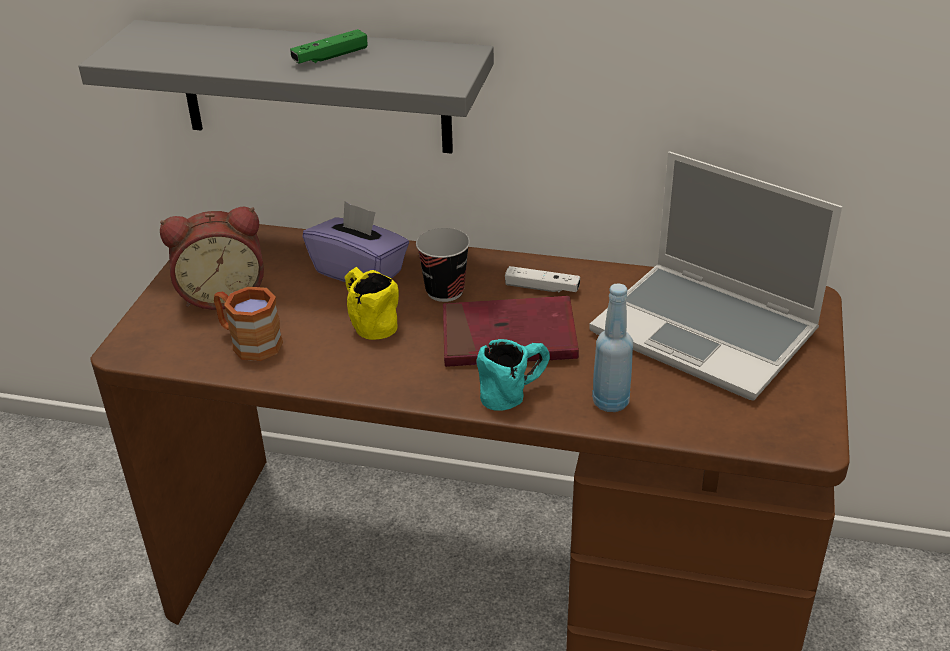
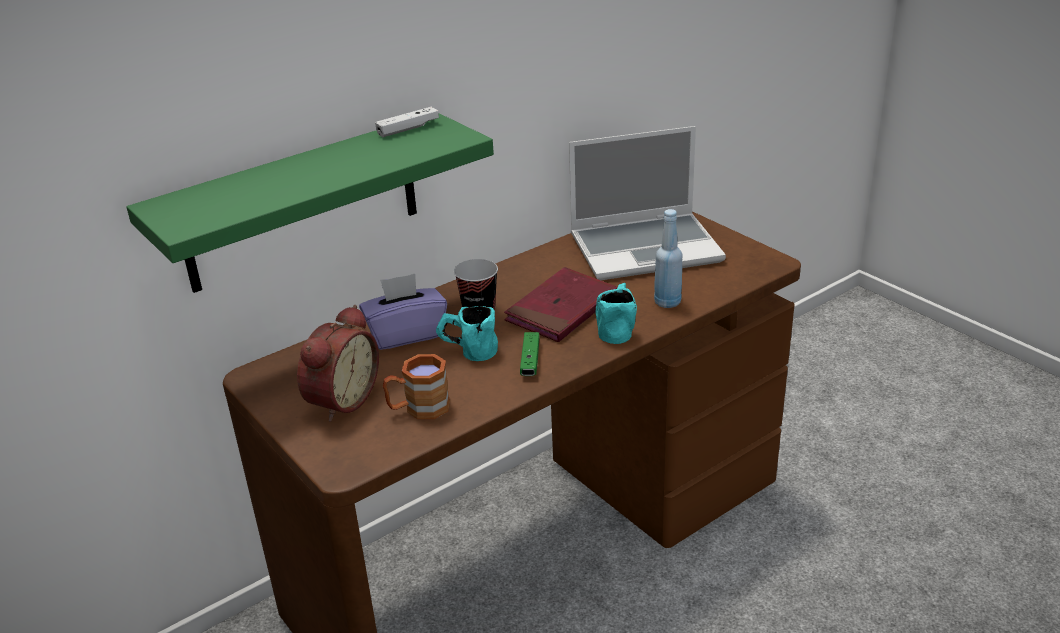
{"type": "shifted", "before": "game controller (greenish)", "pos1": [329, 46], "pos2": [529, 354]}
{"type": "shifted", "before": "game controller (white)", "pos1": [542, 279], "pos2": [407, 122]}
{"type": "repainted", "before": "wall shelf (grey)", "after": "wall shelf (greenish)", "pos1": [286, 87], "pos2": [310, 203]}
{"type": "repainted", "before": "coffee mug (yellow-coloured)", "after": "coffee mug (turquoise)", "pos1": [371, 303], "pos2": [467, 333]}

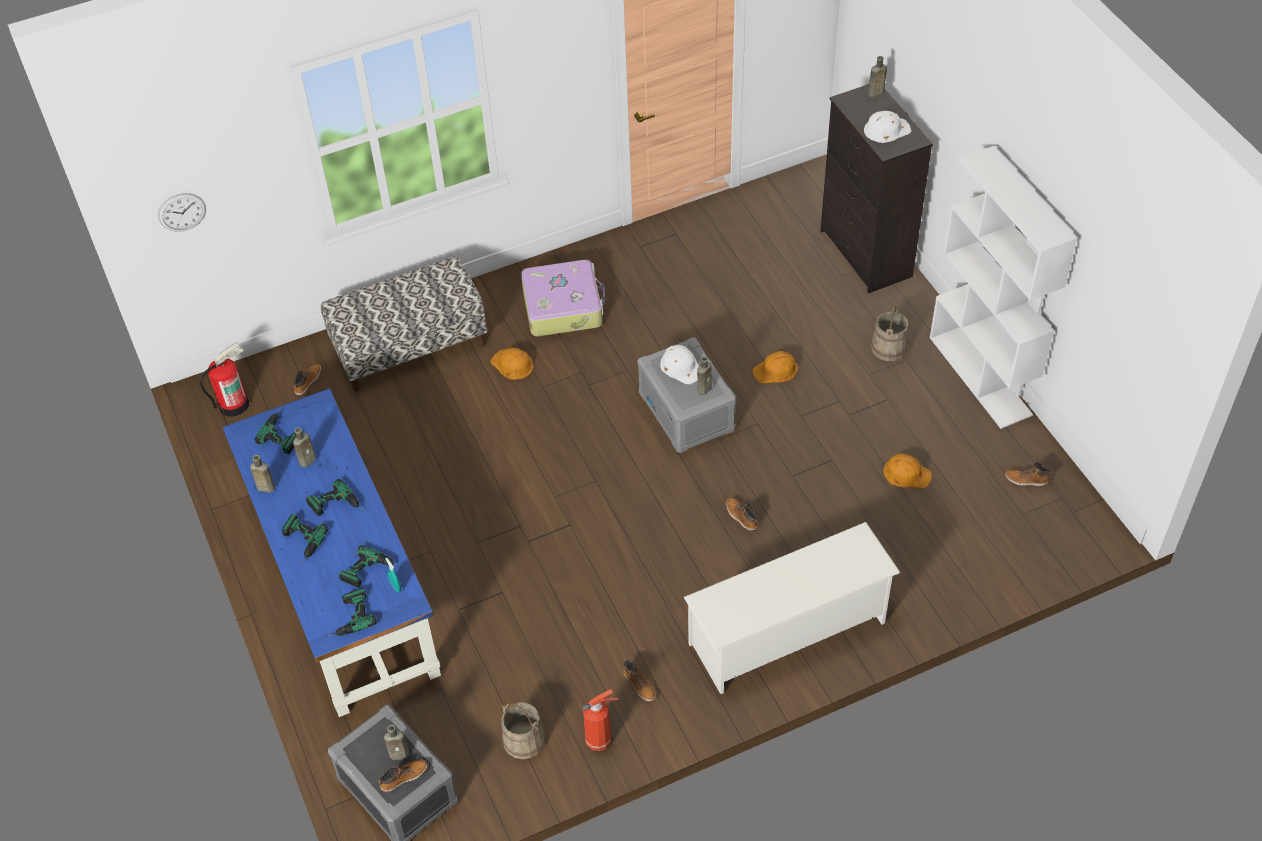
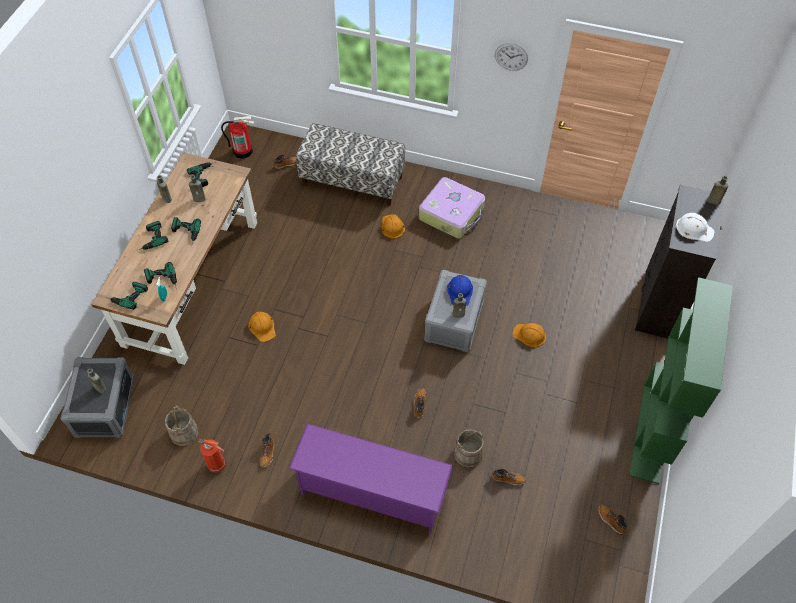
{"type": "shifted", "before": "hanging clock", "pos1": [182, 212], "pos2": [511, 57]}
{"type": "shifted", "before": "boot", "pos1": [402, 776], "pos2": [509, 477]}
{"type": "shifted", "before": "bucket (beige-coloured)", "pos1": [890, 333], "pos2": [469, 448]}
{"type": "shifted", "before": "safety helmet (orangey)", "pos1": [907, 470], "pos2": [262, 327]}
{"type": "repainted", "before": "desk (blue)", "after": "desk (brown-coloured)", "pos1": [332, 552], "pos2": [174, 259]}
{"type": "repainted", "before": "safety helmet (white)", "after": "safety helmet (blue)", "pos1": [679, 364], "pos2": [460, 290]}
{"type": "repainted", "before": "shoe shelf (white)", "after": "shoe shelf (purple-coloured)", "pos1": [792, 608], "pos2": [371, 479]}
{"type": "repainted", "before": "bookcase (white)", "after": "bookcase (greenish)", "pos1": [1003, 287], "pos2": [681, 380]}

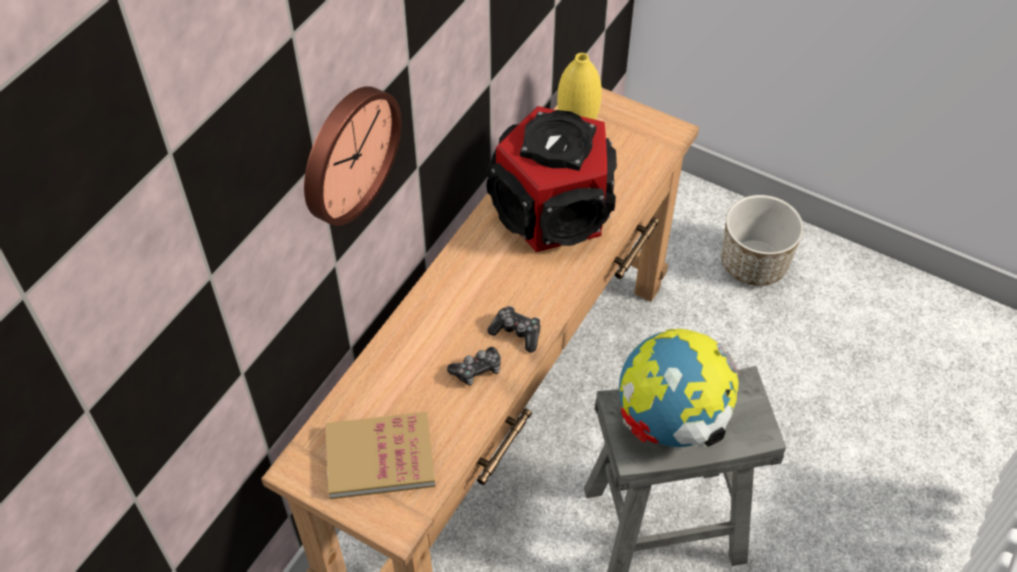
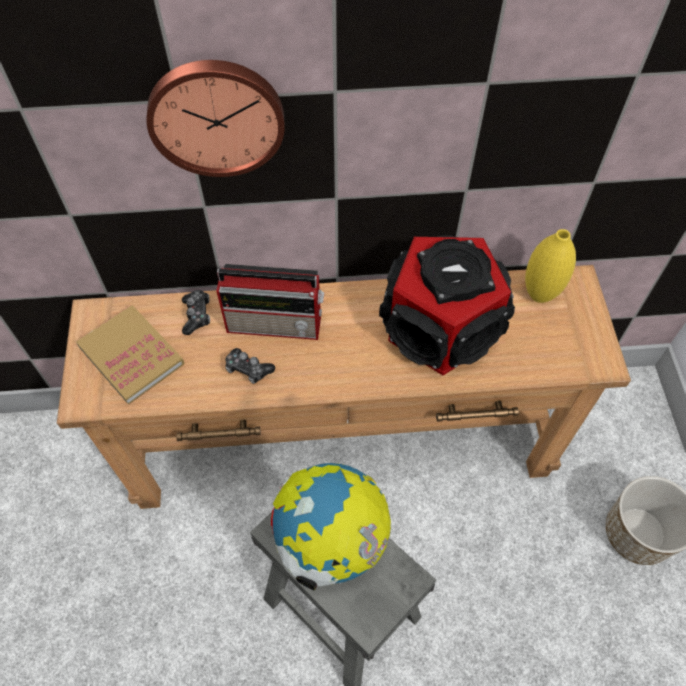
{"type": "new", "after": "radio receiver", "pos2": [270, 302]}
{"type": "shifted", "before": "game controller", "pos1": [514, 329], "pos2": [196, 312]}

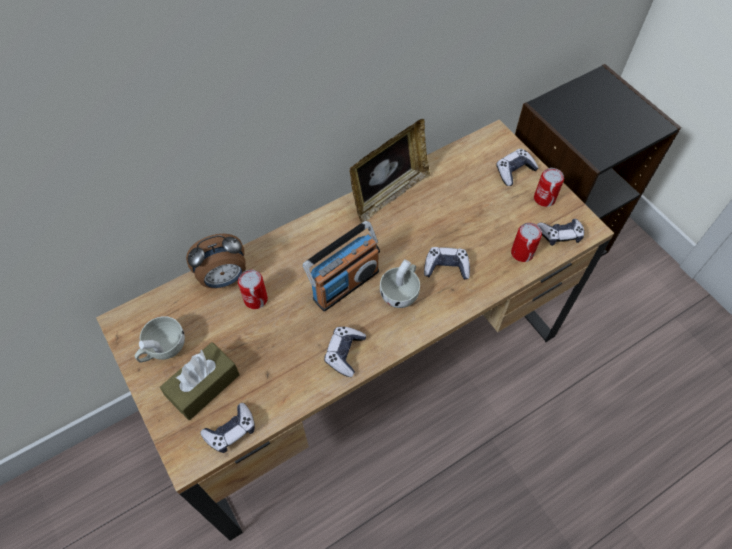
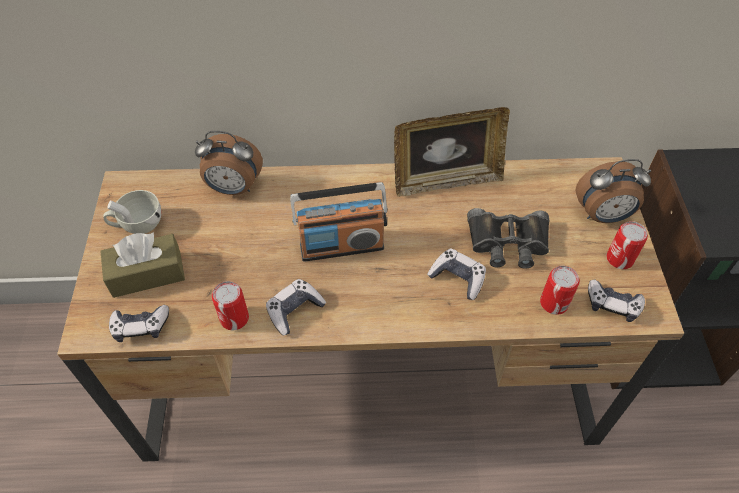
{"type": "gone", "before": "drinking cup (white)", "pos1": [400, 283]}
{"type": "new", "after": "field glasses (black-coloured)", "pos2": [508, 238]}
{"type": "shifted", "before": "metal can", "pos1": [253, 289], "pos2": [230, 305]}
{"type": "swapped", "before": "game controller", "after": "bedside clock", "pos1": [517, 167], "pos2": [613, 191]}

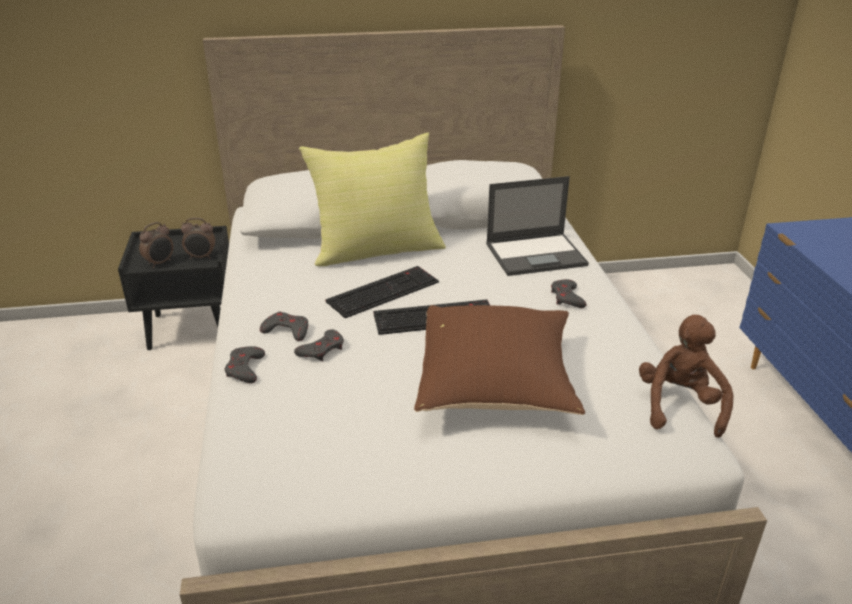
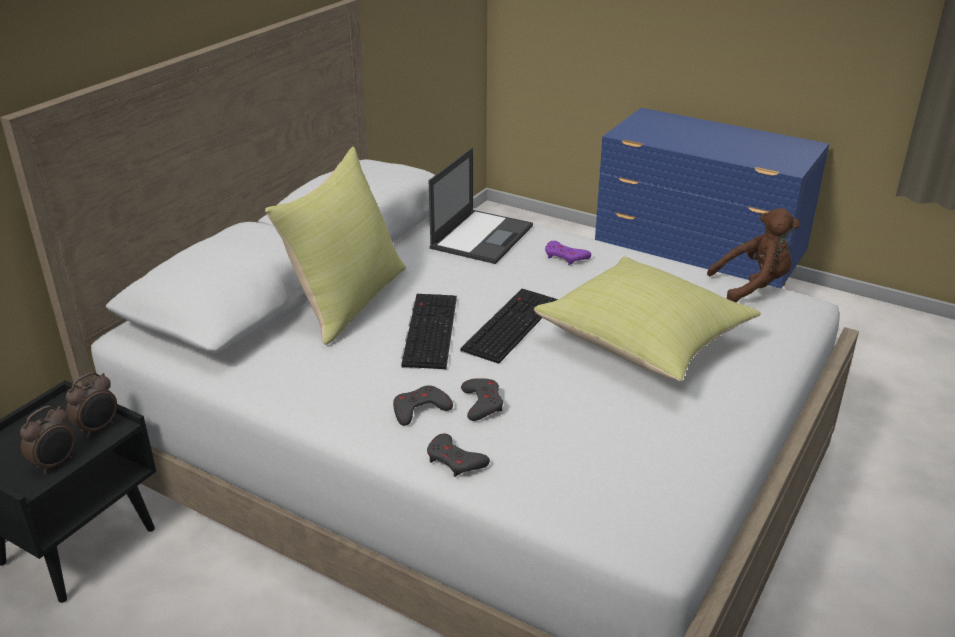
{"type": "repainted", "before": "cushion (brown-coloured)", "after": "cushion (yellow-coloured)", "pos1": [499, 360], "pos2": [647, 319]}
{"type": "repainted", "before": "game controller (grey)", "after": "game controller (purple-coloured)", "pos1": [569, 293], "pos2": [568, 253]}
{"type": "rotated", "before": "bedside clock", "pos1": [156, 245], "pos2": [47, 439], "turn": 45}
{"type": "rotated", "before": "soft toy (brown-coloured)", "pos1": [686, 376], "pos2": [753, 255], "turn": 120}

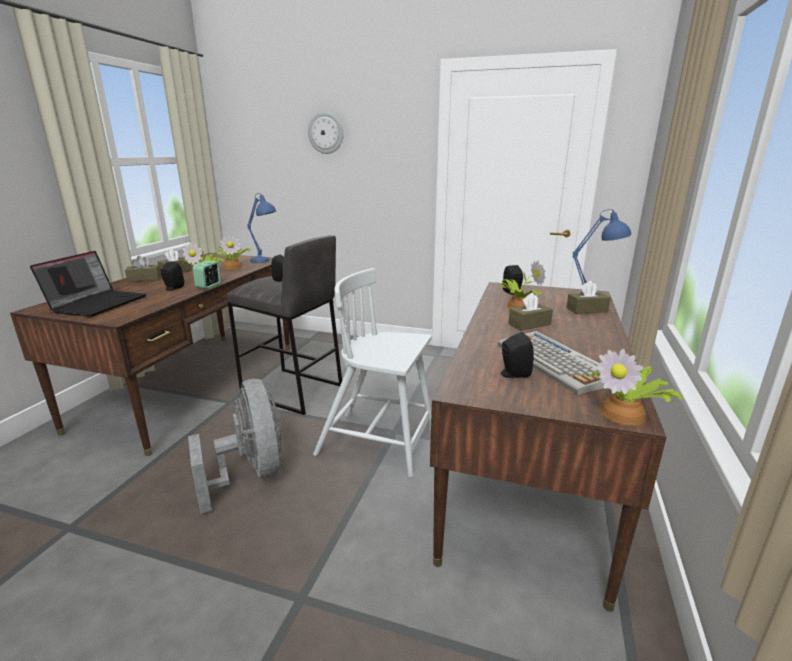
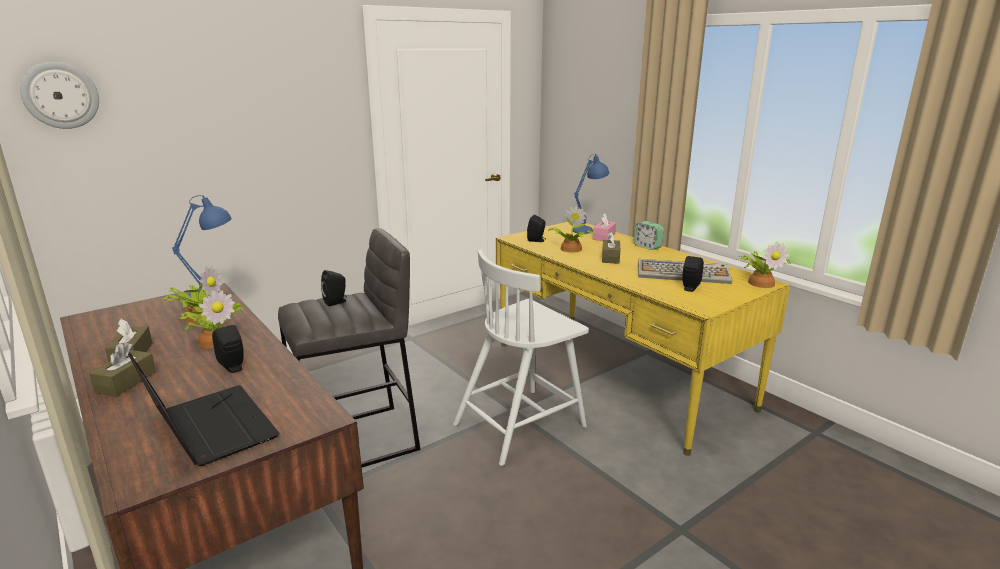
{"type": "gone", "before": "electric fan (grey)", "pos1": [235, 446]}
{"type": "shifted", "before": "bedside clock", "pos1": [207, 275], "pos2": [649, 235]}
{"type": "shifted", "before": "hanging clock", "pos1": [326, 133], "pos2": [59, 95]}
{"type": "repainted", "before": "desk (brown-coloured)", "after": "desk (yellow-coloured)", "pos1": [548, 447], "pos2": [643, 339]}
{"type": "repainted", "before": "tissue box (brown-coloured)", "after": "tissue box (pink)", "pos1": [588, 297], "pos2": [604, 227]}

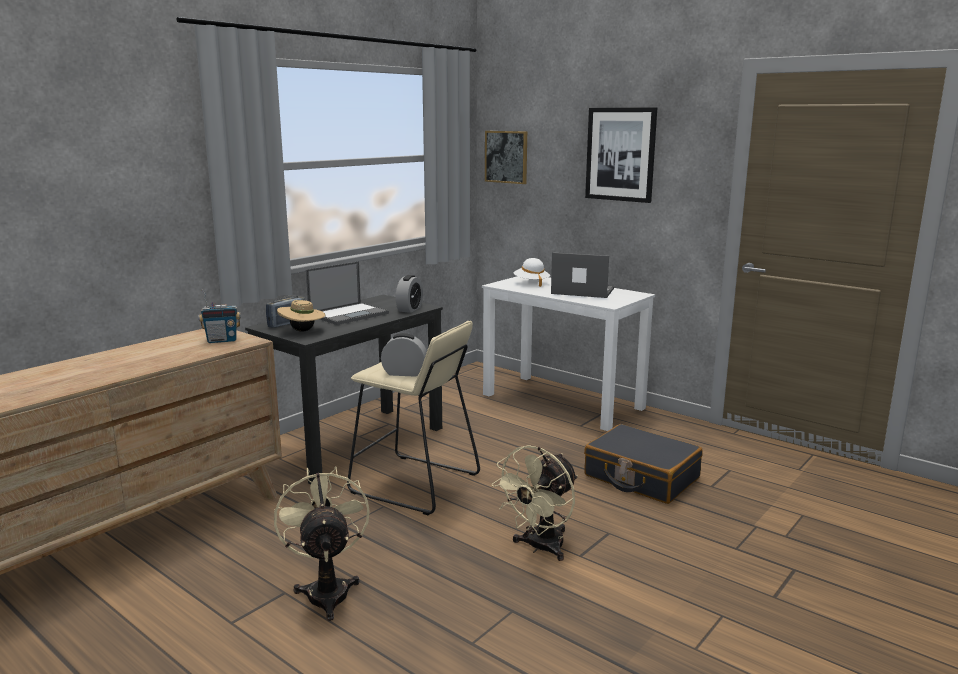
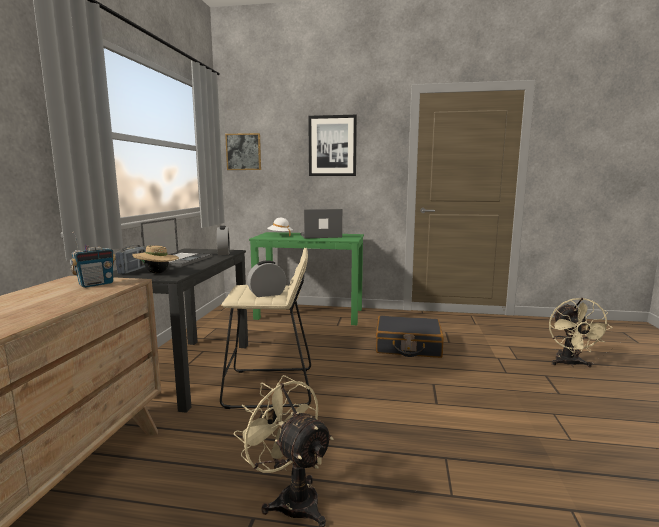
{"type": "shifted", "before": "electric fan (beige-coloured)", "pos1": [534, 503], "pos2": [581, 332]}
{"type": "repainted", "before": "desk (white)", "after": "desk (greenish)", "pos1": [568, 353], "pos2": [306, 278]}

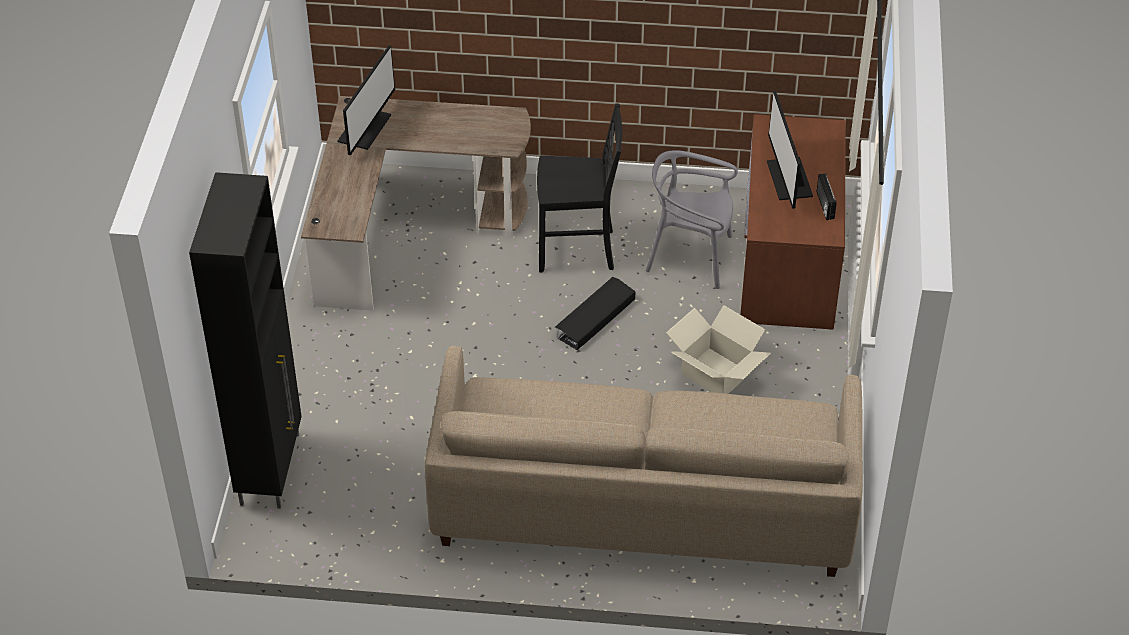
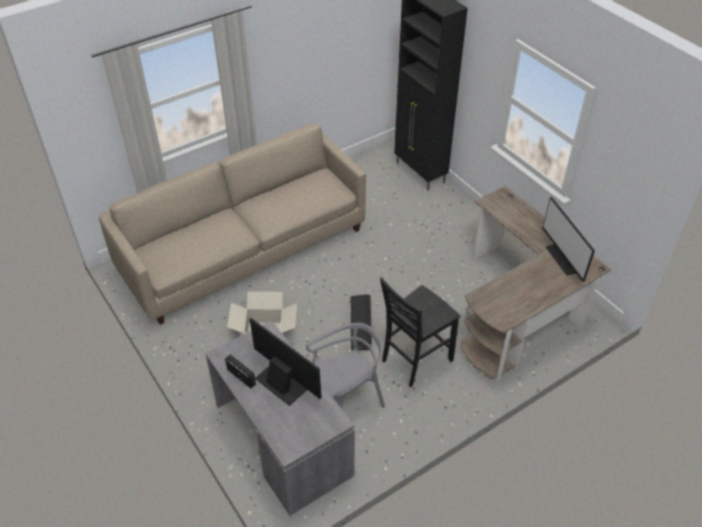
{"type": "repainted", "before": "desk (brown-coloured)", "after": "desk (grey)", "pos1": [793, 222], "pos2": [280, 418]}

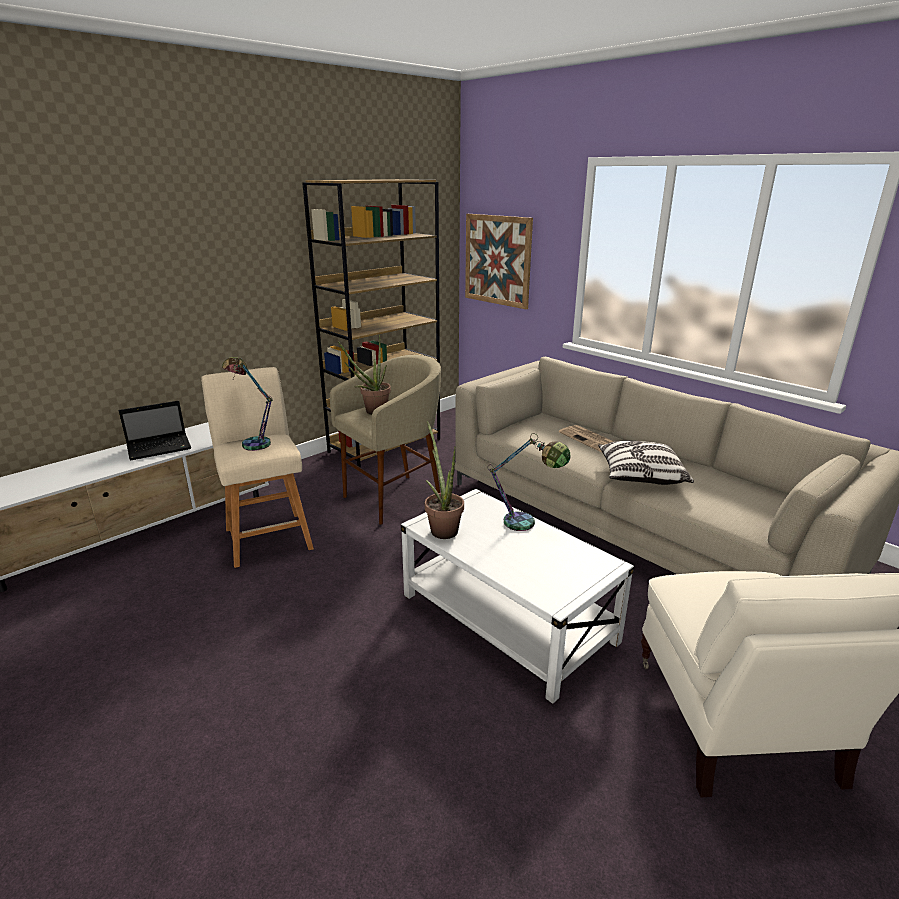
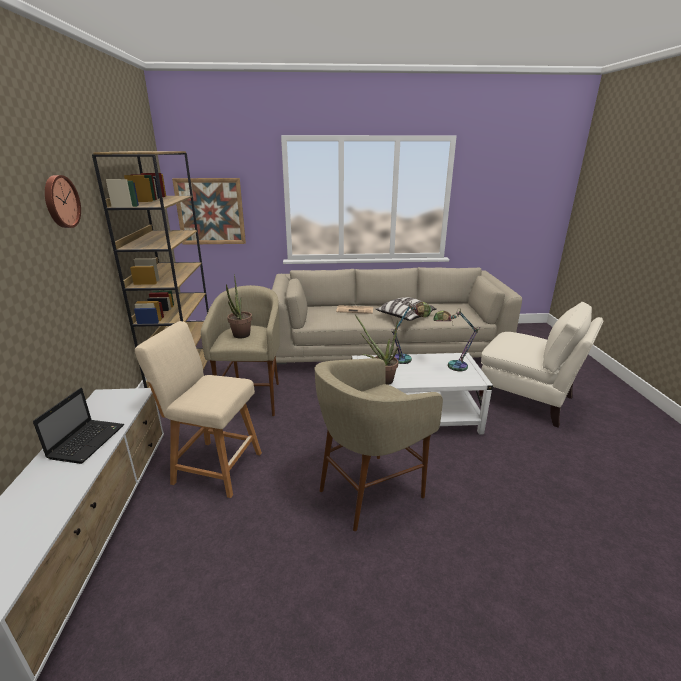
{"type": "new", "after": "hanging clock", "pos2": [63, 201]}
{"type": "new", "after": "stool (beige-coloured)", "pos2": [379, 444]}
{"type": "shifted", "before": "table lamp", "pos1": [247, 404], "pos2": [456, 339]}

